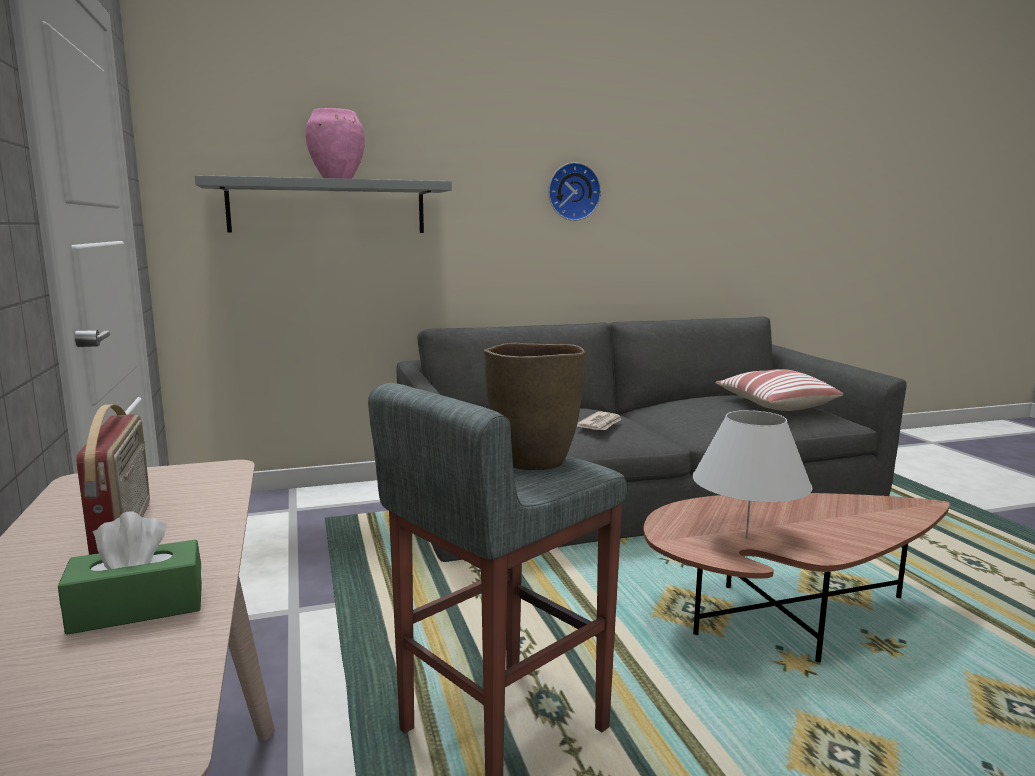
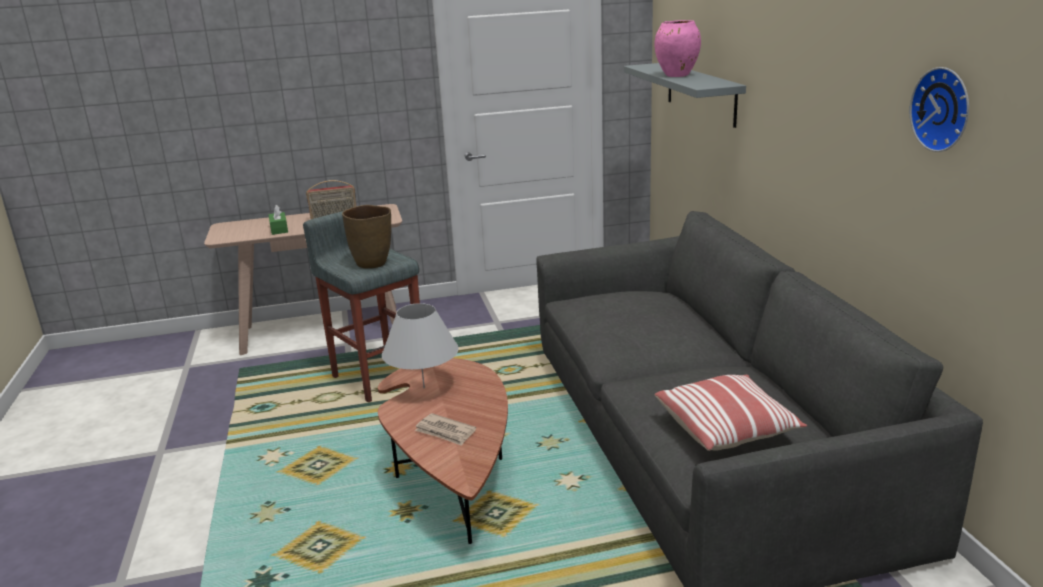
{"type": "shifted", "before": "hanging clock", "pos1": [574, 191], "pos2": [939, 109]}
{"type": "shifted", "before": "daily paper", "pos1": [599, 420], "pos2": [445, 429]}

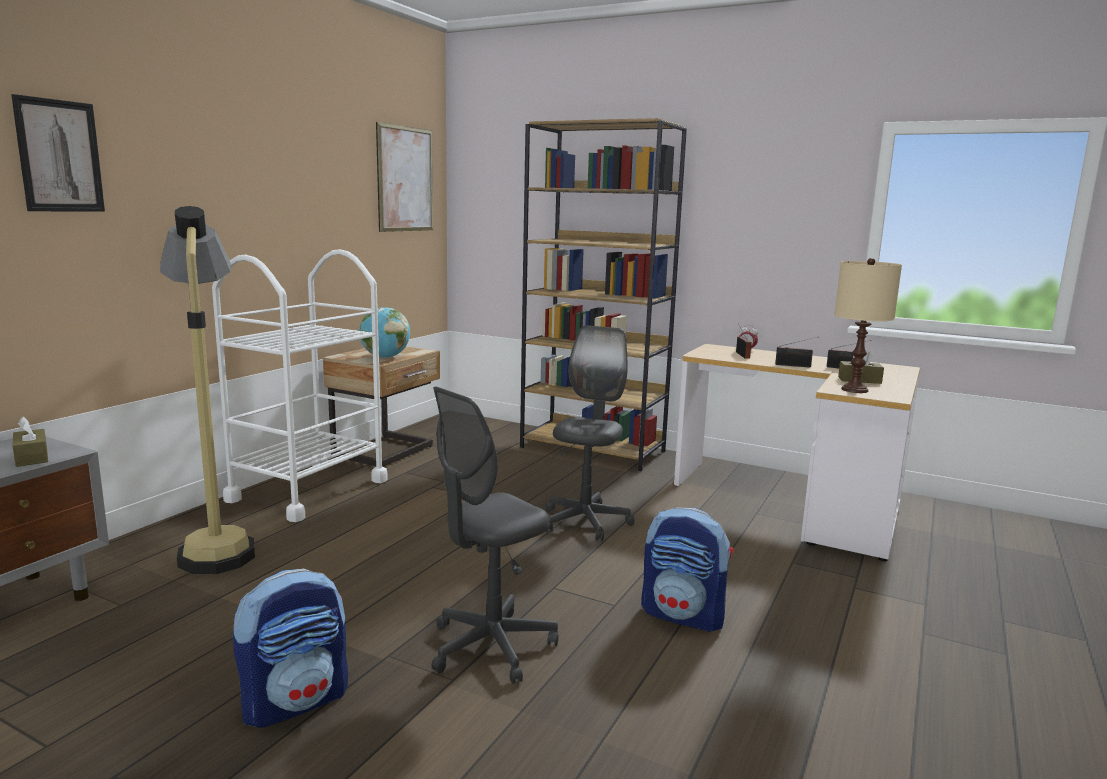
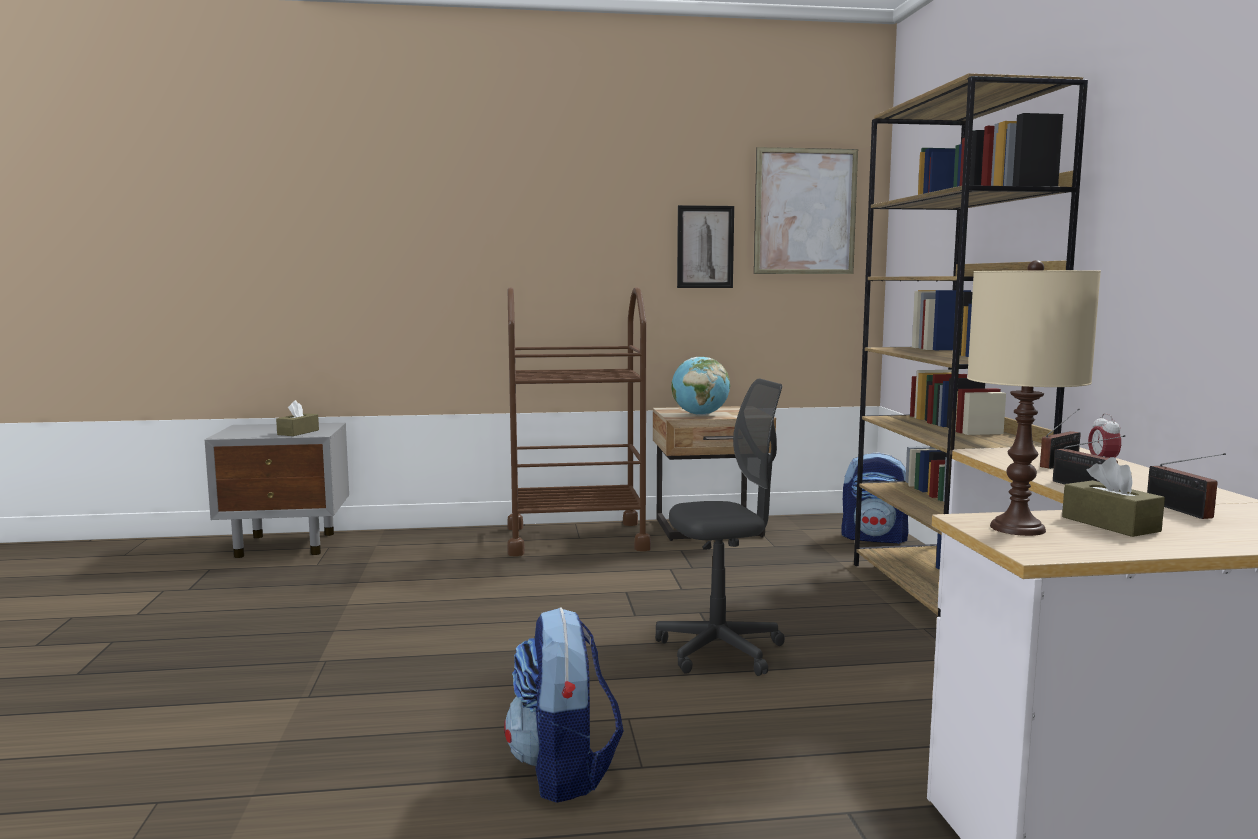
{"type": "gone", "before": "floor lamp", "pos1": [207, 390]}
{"type": "gone", "before": "computer chair (grey)", "pos1": [495, 535]}
{"type": "shifted", "before": "wall art", "pos1": [58, 153], "pos2": [705, 246]}
{"type": "shifted", "before": "knapsack", "pos1": [290, 648], "pos2": [875, 498]}
{"type": "repainted", "before": "wheeled cart (white)", "after": "wheeled cart (brown-coloured)", "pos1": [300, 385], "pos2": [579, 421]}

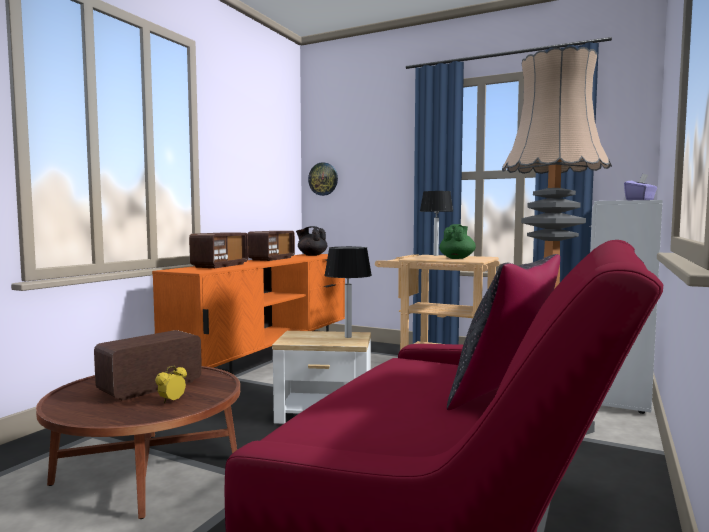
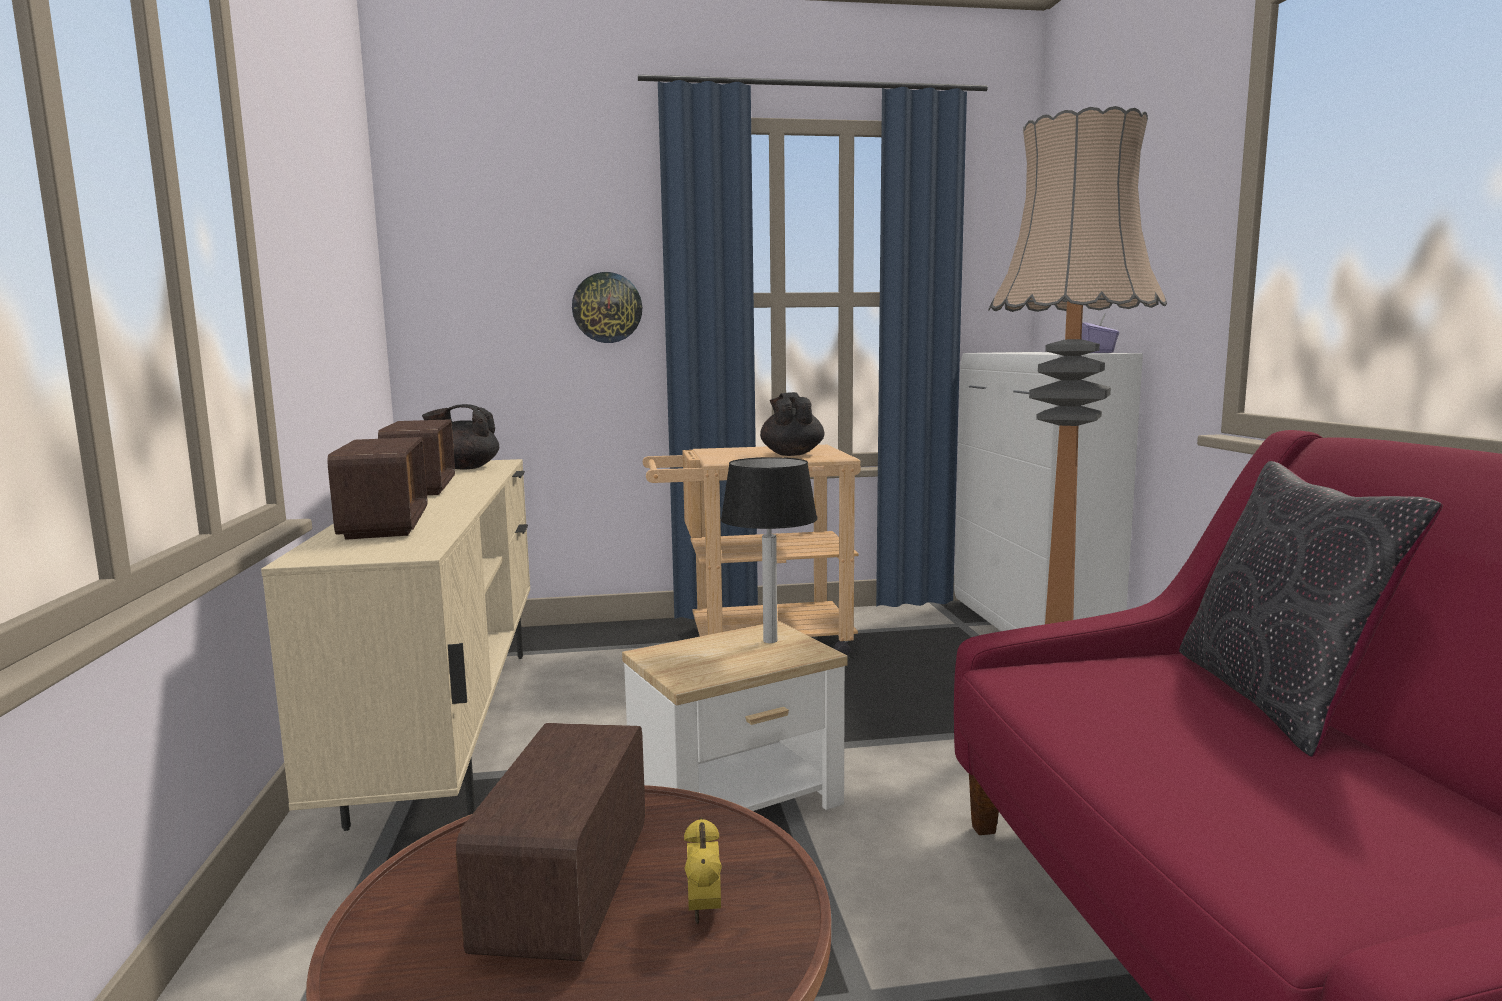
{"type": "gone", "before": "table lamp", "pos1": [437, 223]}
{"type": "shifted", "before": "hanging clock", "pos1": [323, 179], "pos2": [607, 307]}
{"type": "repainted", "before": "tv stand (orangey)", "after": "tv stand (beige-coloured)", "pos1": [248, 314], "pos2": [395, 645]}
{"type": "repainted", "before": "teapot (greenish)", "after": "teapot (black-coloured)", "pos1": [457, 241], "pos2": [792, 424]}

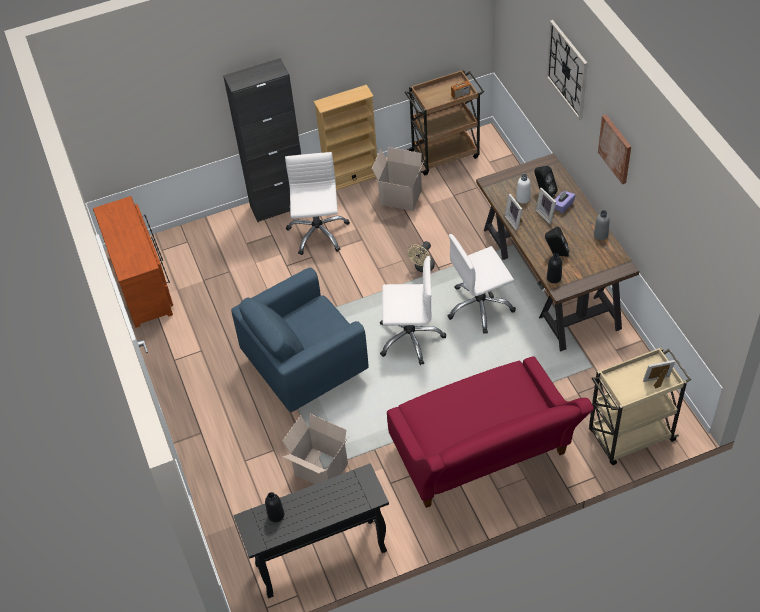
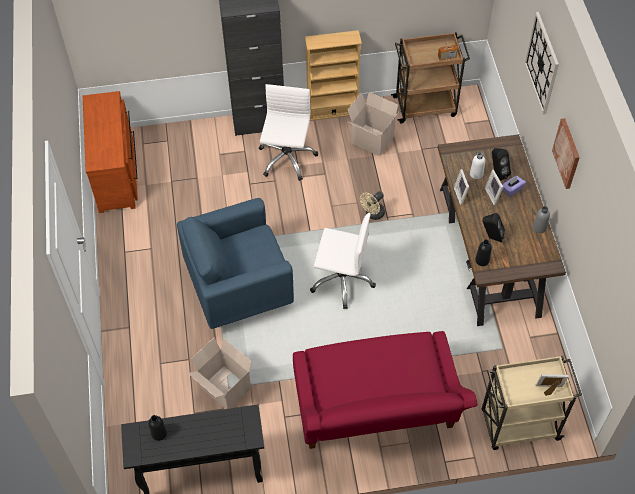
{"type": "gone", "before": "computer chair (white)", "pos1": [482, 284]}

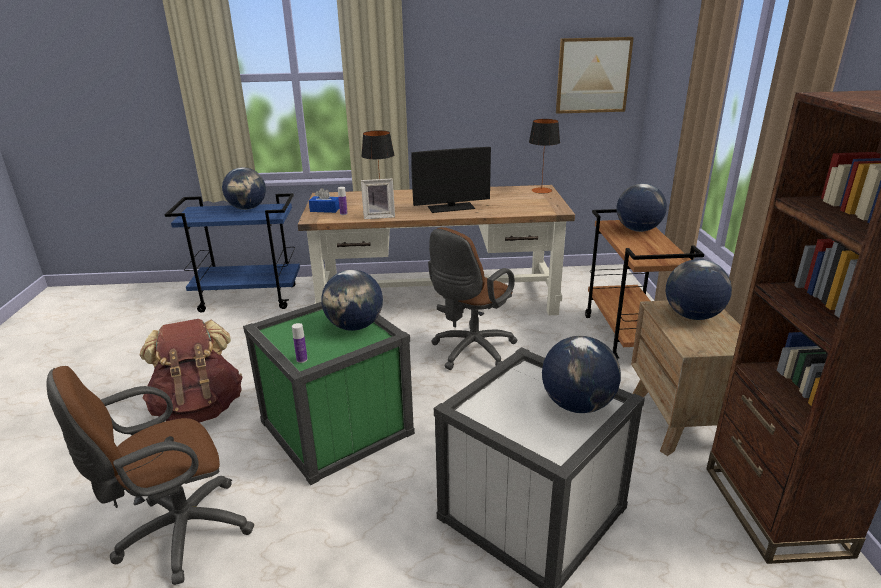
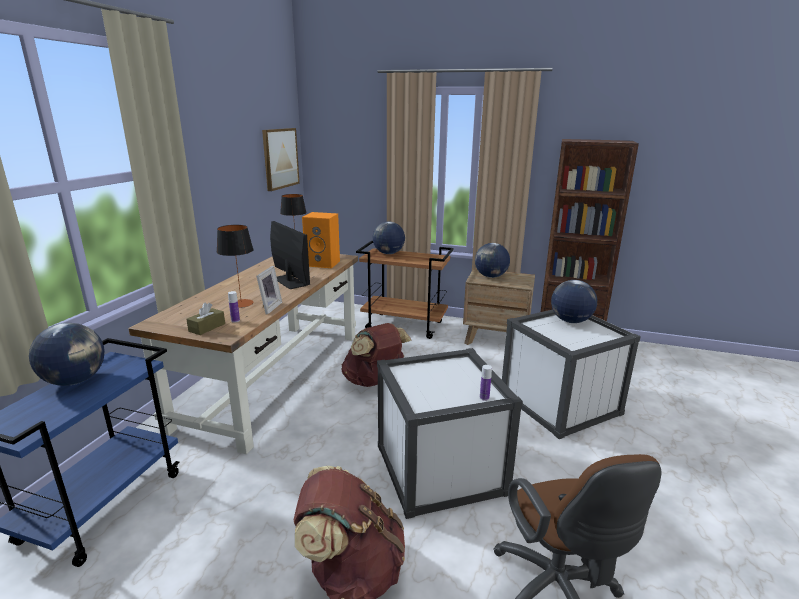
{"type": "gone", "before": "world globe", "pos1": [352, 300]}
{"type": "new", "after": "speaker (orangey)", "pos2": [321, 240]}
{"type": "swapped", "before": "computer chair (brown-coloured)", "after": "knapsack (brown-coloured)", "pos1": [473, 298], "pos2": [376, 355]}
{"type": "repainted", "before": "storage container (greenish)", "after": "storage container (white)", "pos1": [329, 393], "pos2": [450, 433]}
{"type": "repainted", "before": "tissue box (blue)", "after": "tissue box (brown-coloured)", "pos1": [324, 200], "pos2": [205, 319]}
{"type": "rotated", "before": "monitor", "pos1": [451, 180], "pos2": [290, 255], "turn": -45}

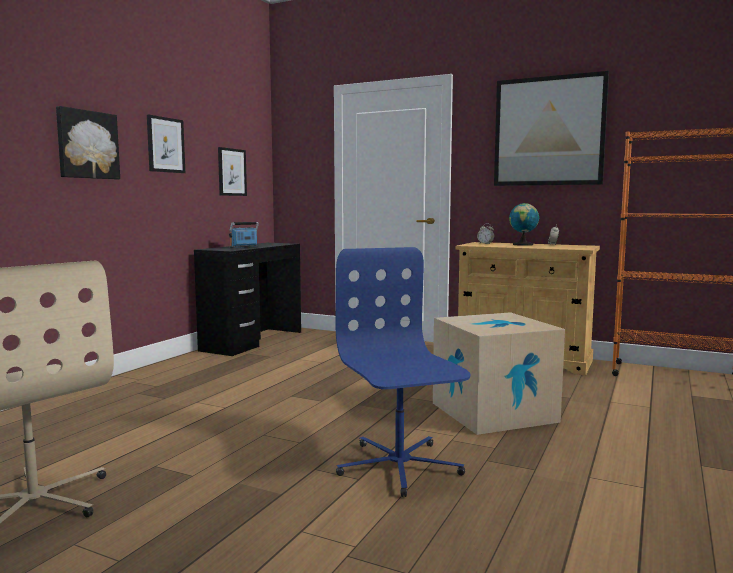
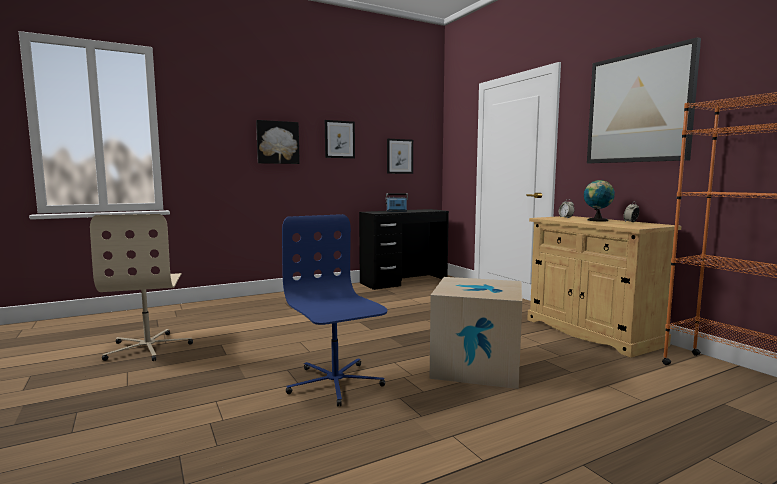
{"type": "rotated", "before": "computer chair (blue)", "pos1": [403, 372], "pos2": [334, 310], "turn": -45}

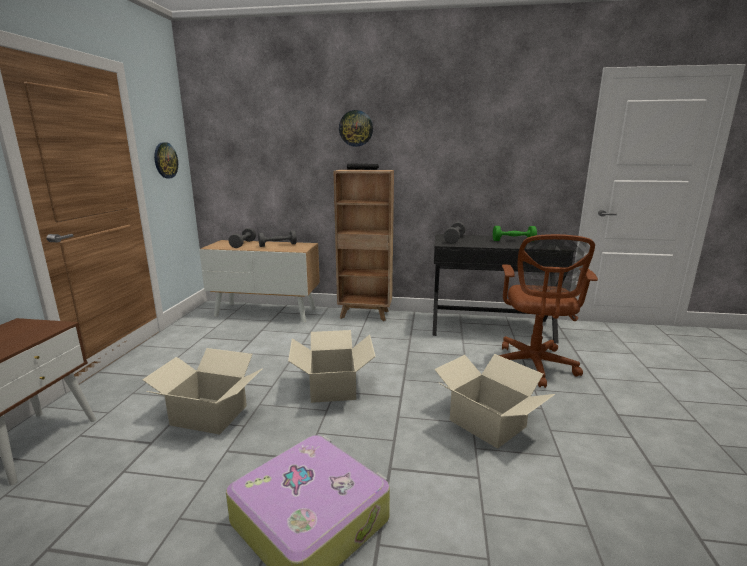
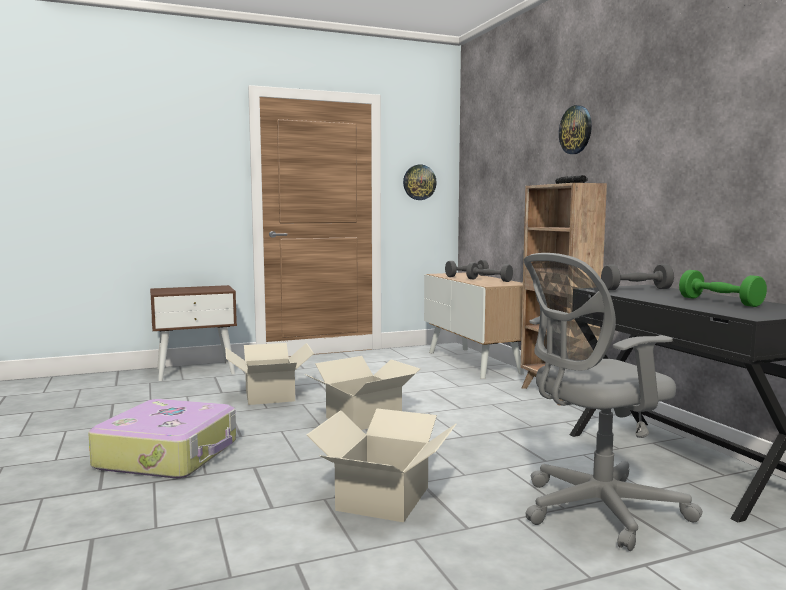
{"type": "repainted", "before": "computer chair (brown-coloured)", "after": "computer chair (grey)", "pos1": [548, 311], "pos2": [613, 402]}

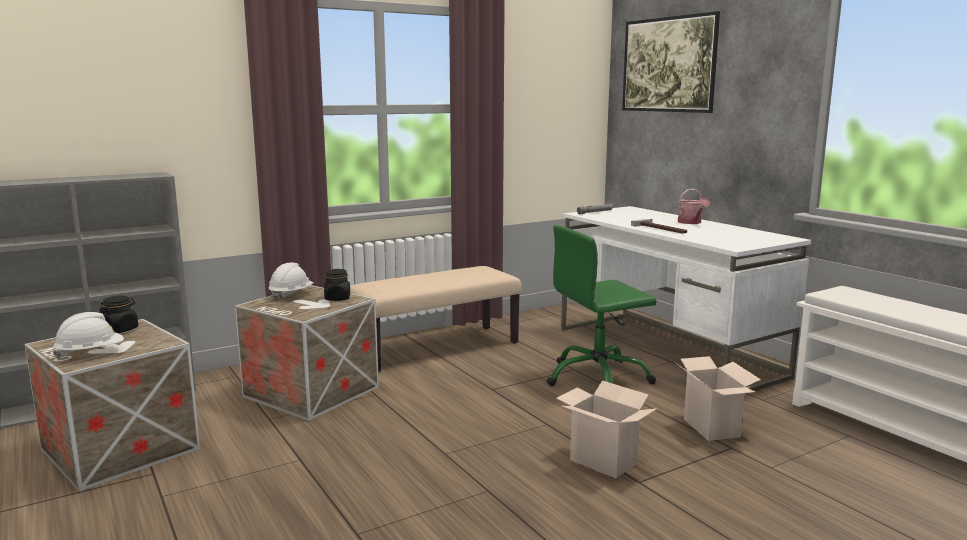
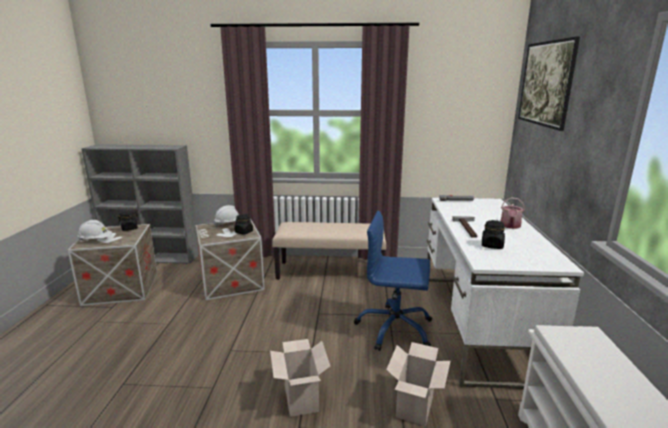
{"type": "new", "after": "jar (black-coloured)", "pos2": [493, 234]}
{"type": "repainted", "before": "computer chair (greenish)", "after": "computer chair (blue)", "pos1": [602, 306], "pos2": [393, 281]}

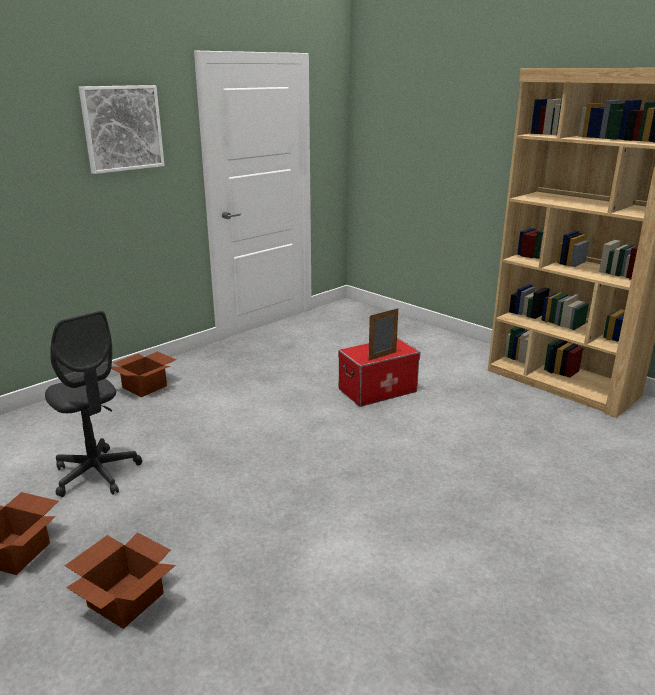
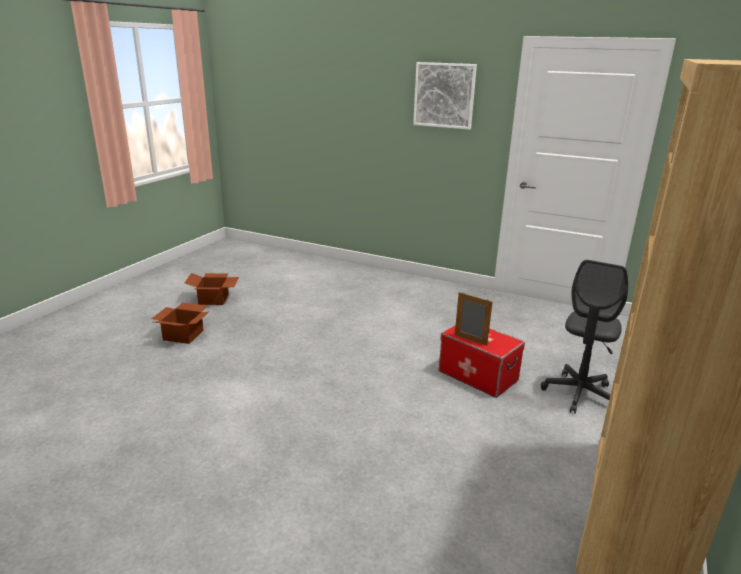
{"type": "gone", "before": "packing box", "pos1": [144, 374]}
{"type": "shifted", "before": "computer chair (grey)", "pos1": [93, 404], "pos2": [584, 336]}

